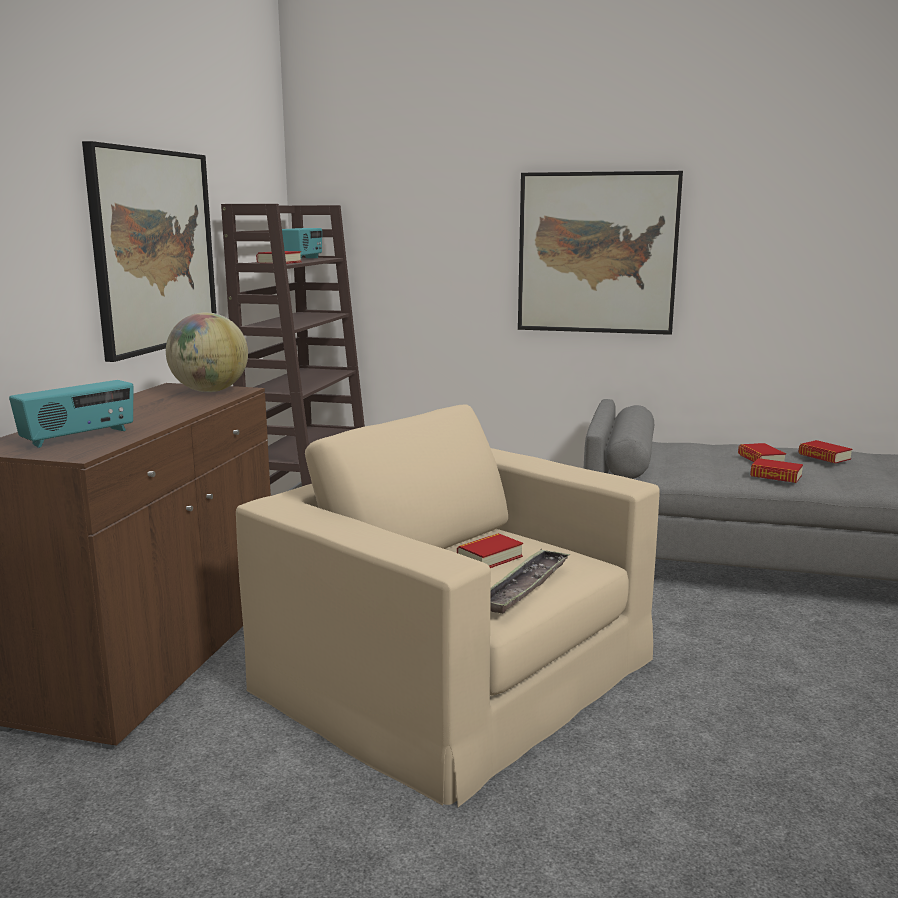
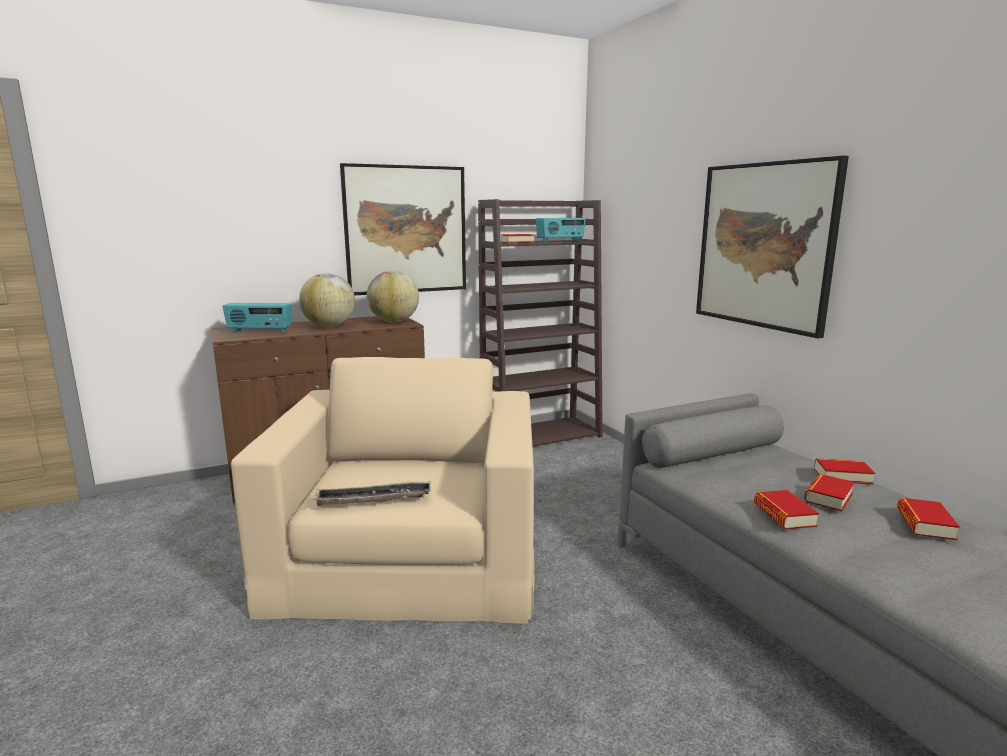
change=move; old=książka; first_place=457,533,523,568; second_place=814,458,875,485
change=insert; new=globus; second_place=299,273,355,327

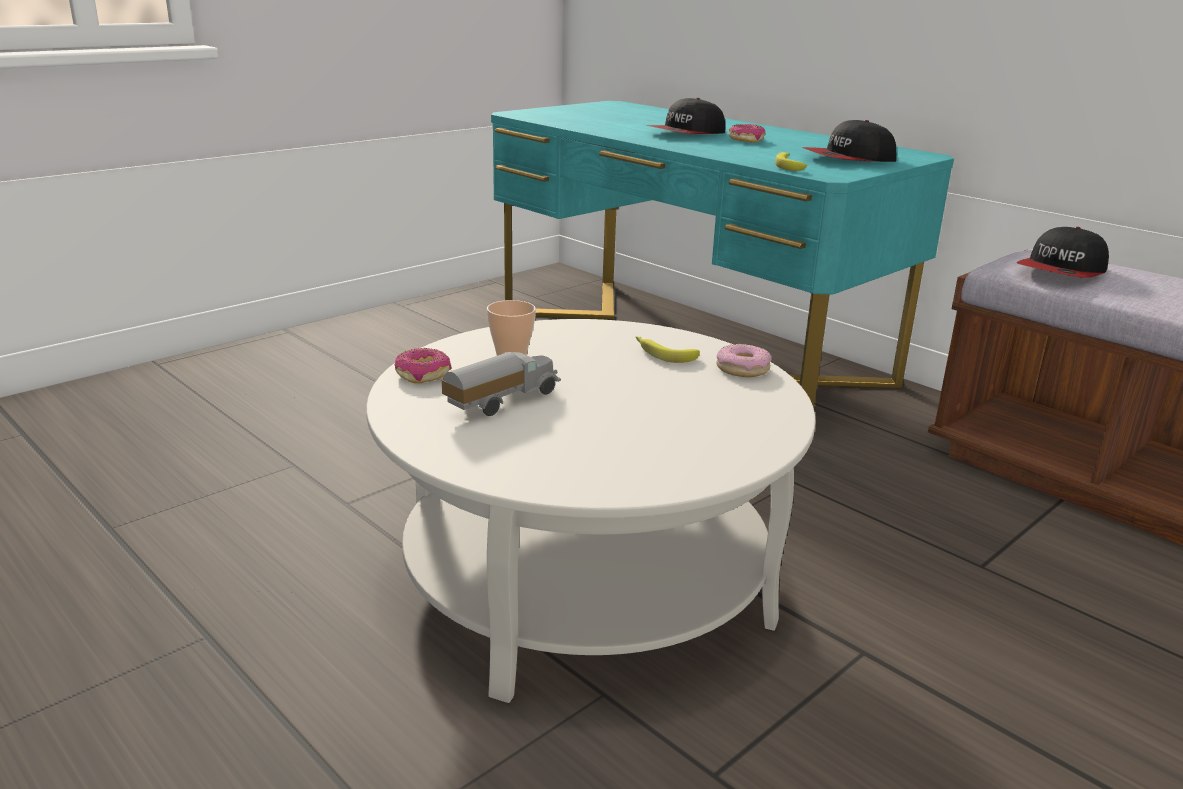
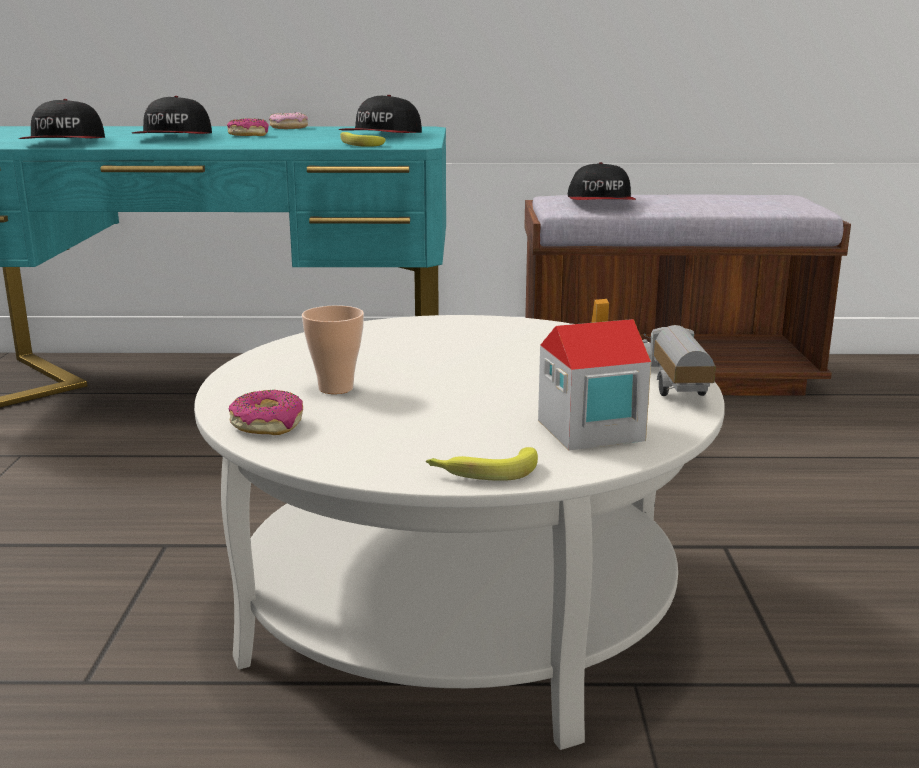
change=move; old=ciężarówka zabawkowa; first_place=442,352,561,416; second_place=643,325,716,396
change=move; old=banan; first_place=636,337,700,363; second_place=426,447,538,481
change=move; old=donut; first_place=716,344,771,377; second_place=269,112,308,129
change=insert; new=czapka z daszkiem; second_place=19,99,105,139
change=insert; new=domek; second_place=538,299,651,450

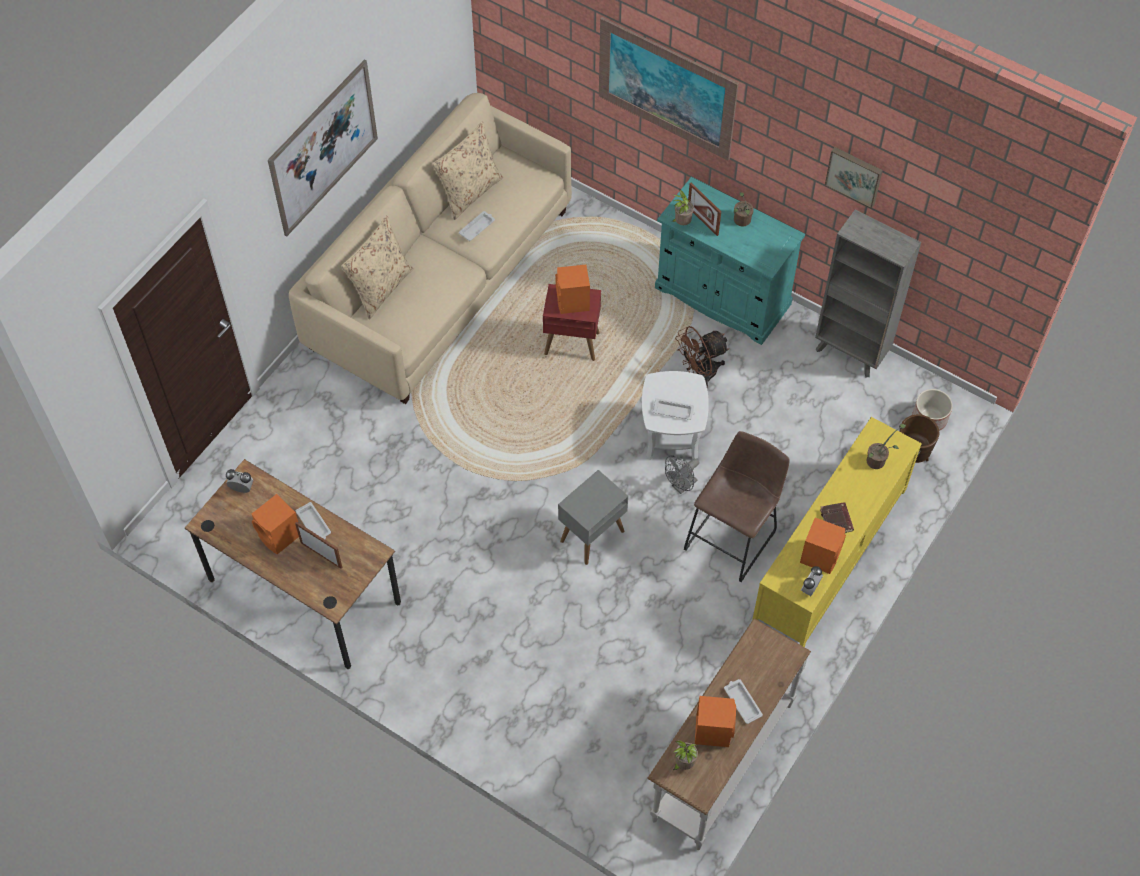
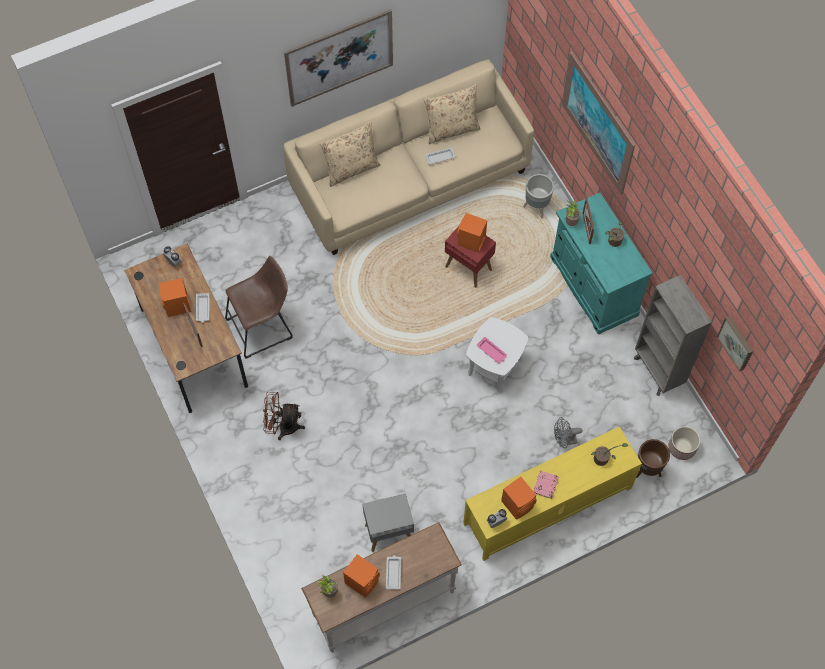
change=move; old=stolik (szary); first_place=558,470,628,565; second_place=363,493,414,552
change=recolor; old=taca (biały); new=taca (różowy); first_place=653,398,695,420; second_place=477,337,507,363
change=move; old=wentylator (szary); first_place=665,455,700,494; second_place=554,417,583,448
change=move; old=wentylator (brązowy); first_place=675,326,729,388; second_place=263,392,305,440
change=move; old=stołek (brązowy); first_place=684,431,790,582; second_place=225,256,293,359
change=recolor; old=książka (brązowy); new=książka (różowy); first_place=820,502,854,533; second_place=533,471,559,499
change=move; old=obraz; first_place=825,147,883,209; second_place=717,316,753,372
change=insert; new=donica (szary); second_place=523,174,554,218

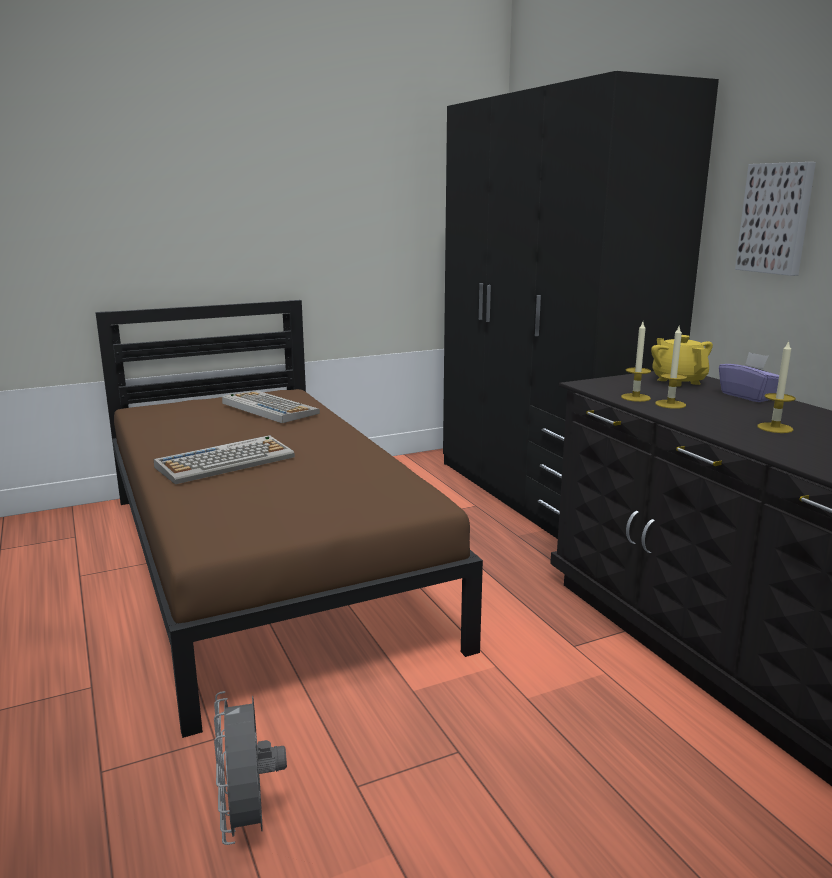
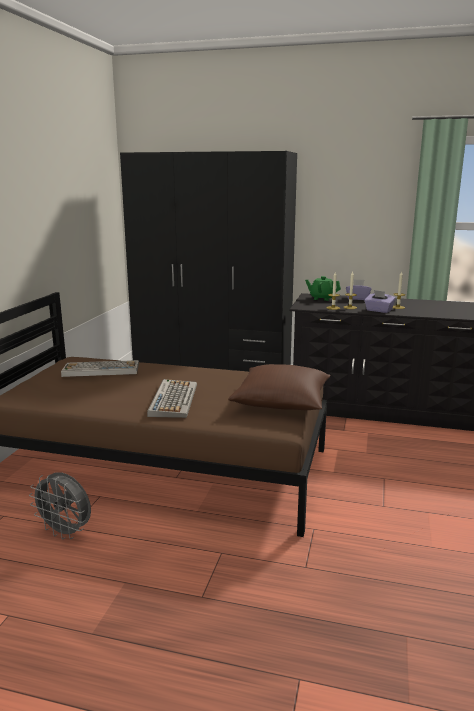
change=move; old=wentylator (szary); first_place=214,691,287,845; second_place=29,472,91,539
change=recolor; old=imbryk (żółty); new=imbryk (zielony); first_place=651,335,713,387; second_place=305,276,341,301
change=delete; old=obraz; first_place=735,162,816,276
change=insert; new=poduszka (brązowy); second_place=228,364,330,410
change=insert; new=pudełko chusteczek (fioletowy); second_place=364,290,396,313

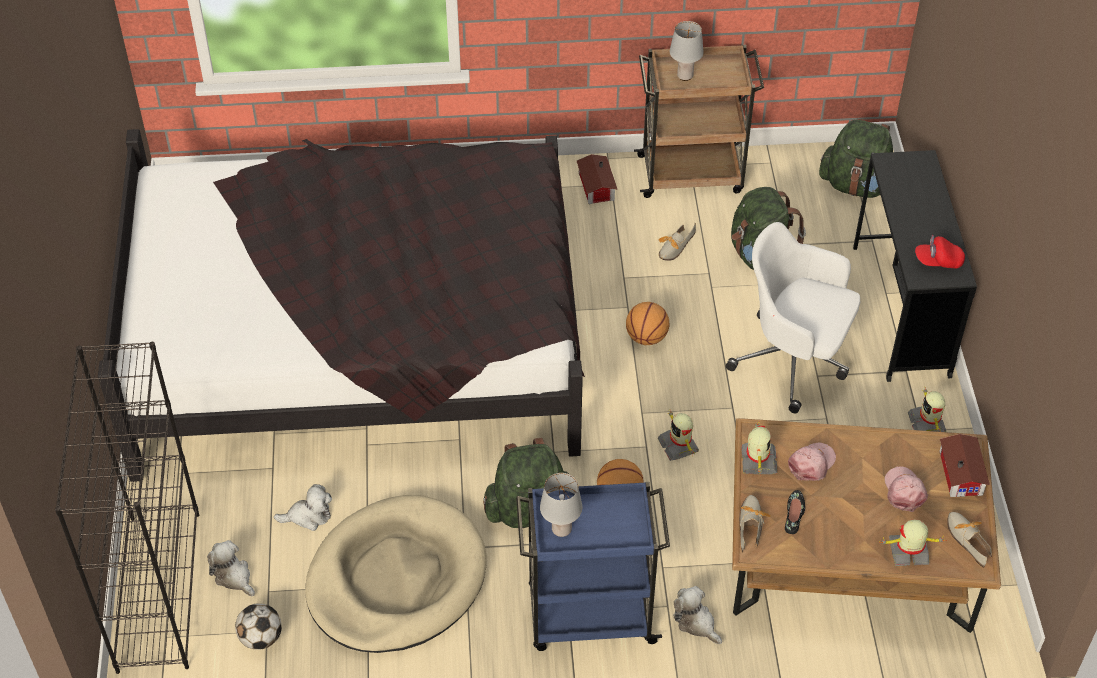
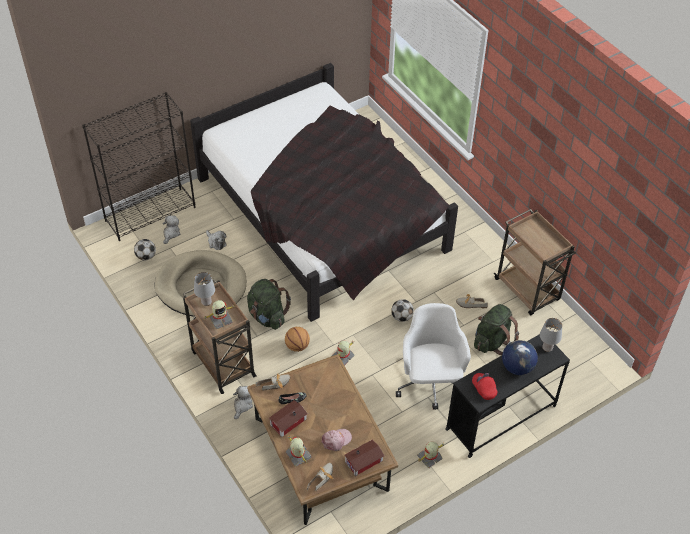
change=recolor; old=wózek (niebieski); new=wózek (brązowy); first_place=516,482,670,651; second_place=183,279,257,394
change=move; old=domek; first_place=577,154,617,204; second_place=268,400,308,437
change=replace; old=piłka do koszykówki; new=piłka futbolowa; first_place=626,302,670,345; second_place=391,299,414,322
change=move; old=lampa stołowa (szary); first_place=670,21,704,81; second_place=540,318,562,352
change=move; old=robot zabawkowy; first_place=741,421,777,476; second_place=204,300,236,329
change=delete; old=czapka z daszkiem (różowy); first_place=788,443,836,481
change=delete; old=plecak (zielony); first_place=819,119,893,198
change=insert; new=globus; second_place=502,340,538,375

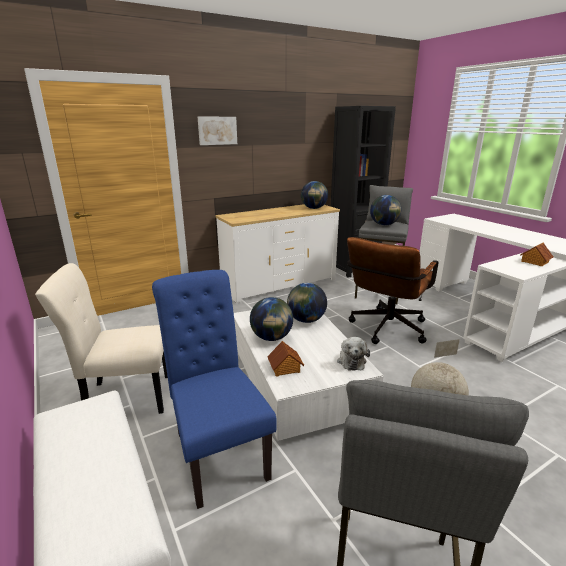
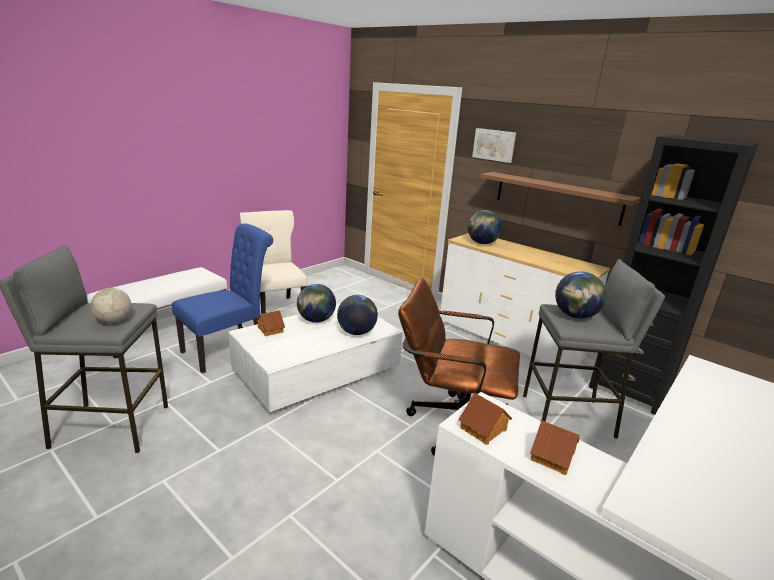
change=move; old=globus; first_place=301,181,328,209; second_place=468,210,502,244
change=delete; old=pluszak; first_place=337,337,370,371
change=insert; new=domek; second_place=458,393,512,445
change=insert; new=półka; second_place=480,172,640,226

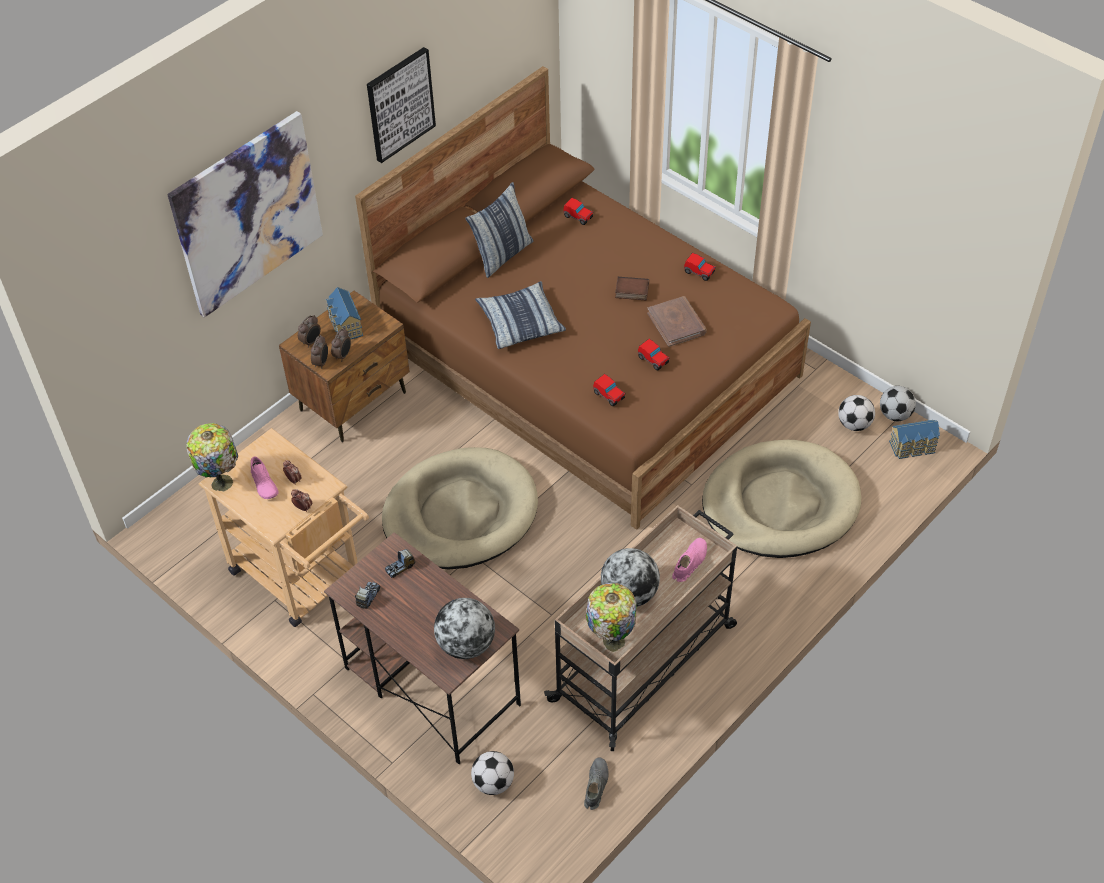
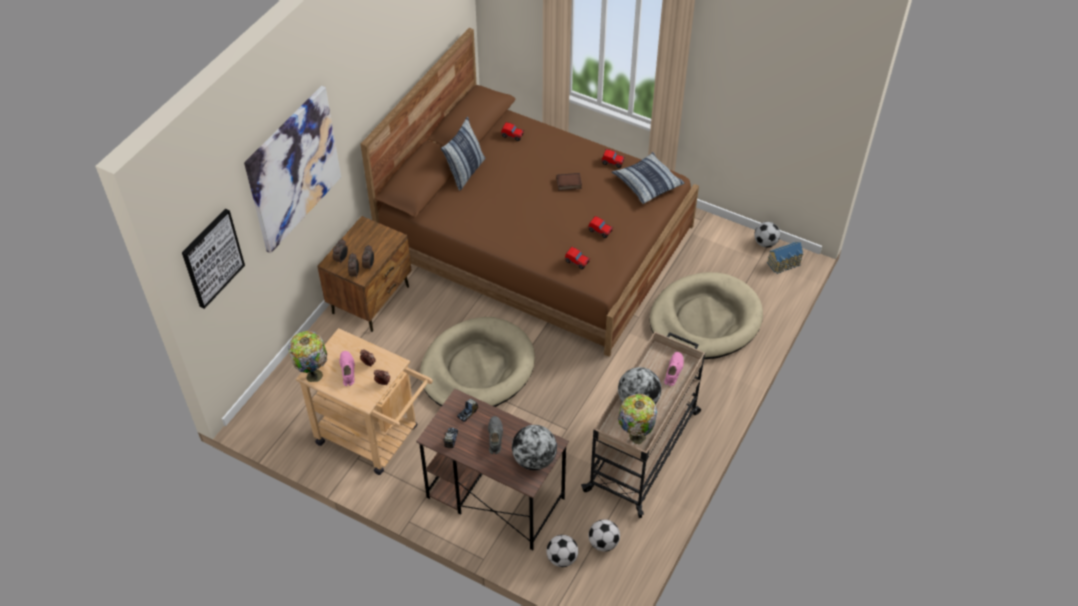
change=rotate; old=but (różowy); first_place=251,456,279,499; second_place=340,351,355,386; degrees=-150
change=delete; old=domek; first_place=325,287,363,340
change=move; old=obraz; first_place=367,47,436,163; second_place=182,209,245,309
change=move; old=poduszka; first_place=475,281,566,349; second_place=612,152,685,204
change=move; old=but (szary); first_place=584,758,609,810; second_place=488,416,503,454
change=delete; old=książka (brązowy); first_place=647,296,707,347
change=move; old=piłka futbolowa; first_place=838,395,875,431; second_place=589,519,620,552

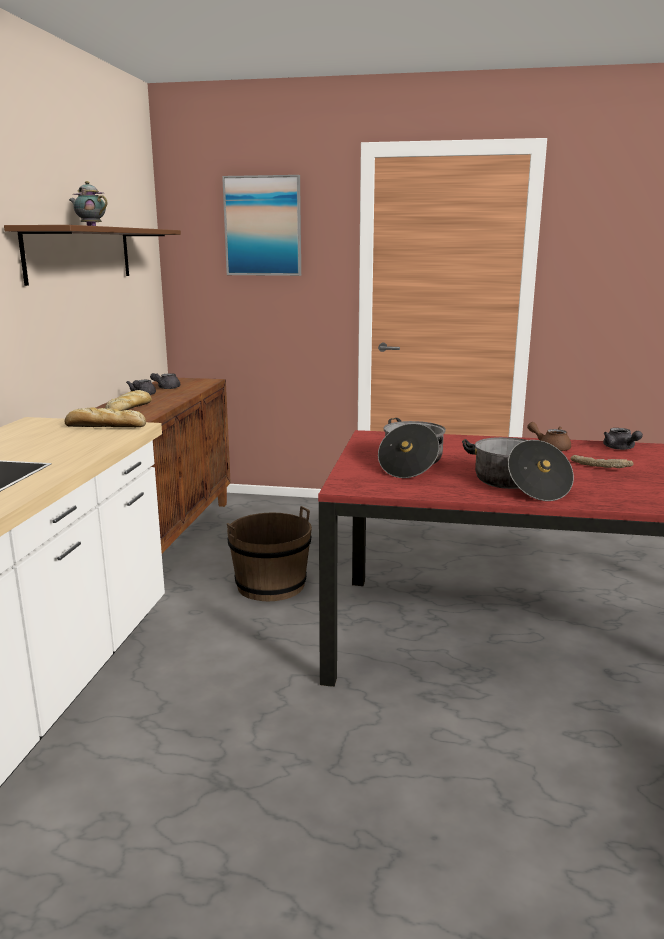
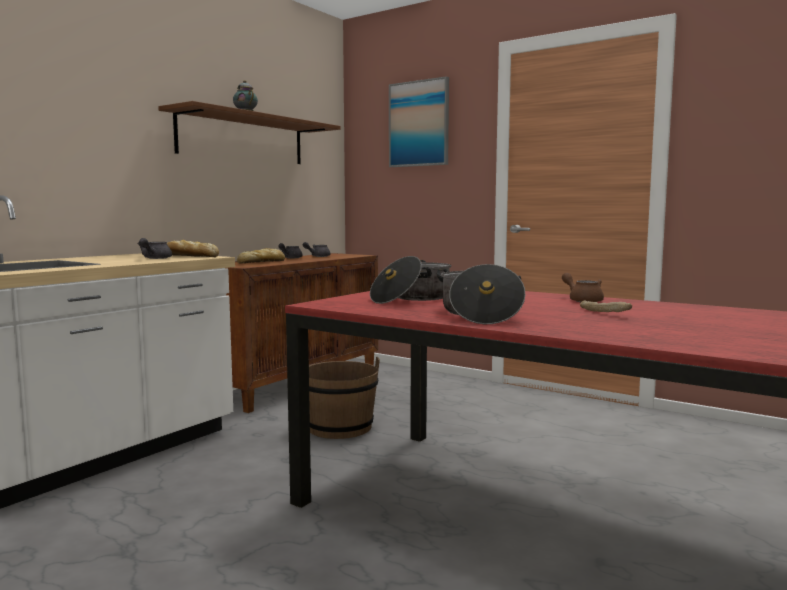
change=move; old=imbryk (szary); first_place=603,428,643,450; second_place=137,238,172,259

